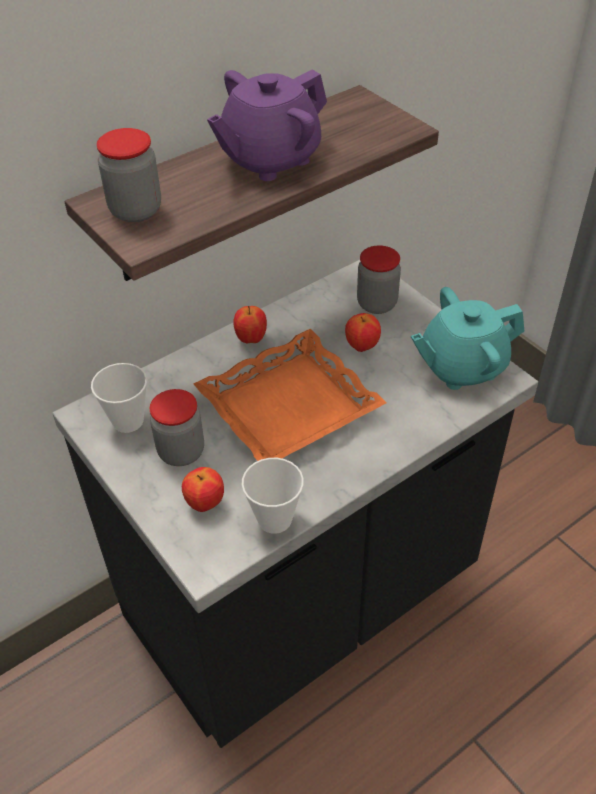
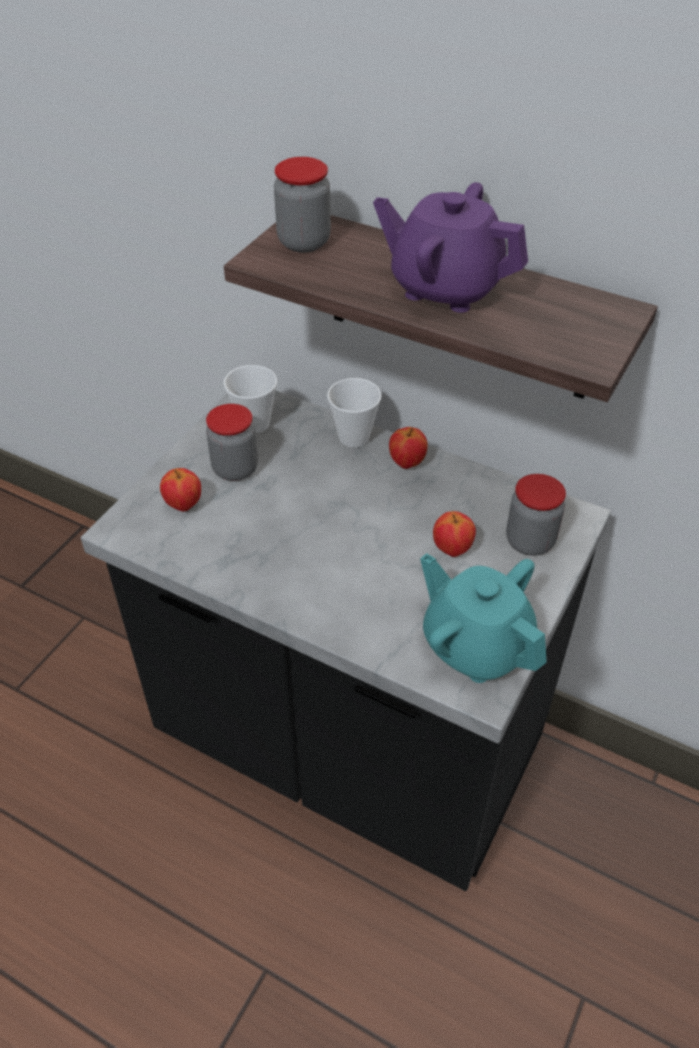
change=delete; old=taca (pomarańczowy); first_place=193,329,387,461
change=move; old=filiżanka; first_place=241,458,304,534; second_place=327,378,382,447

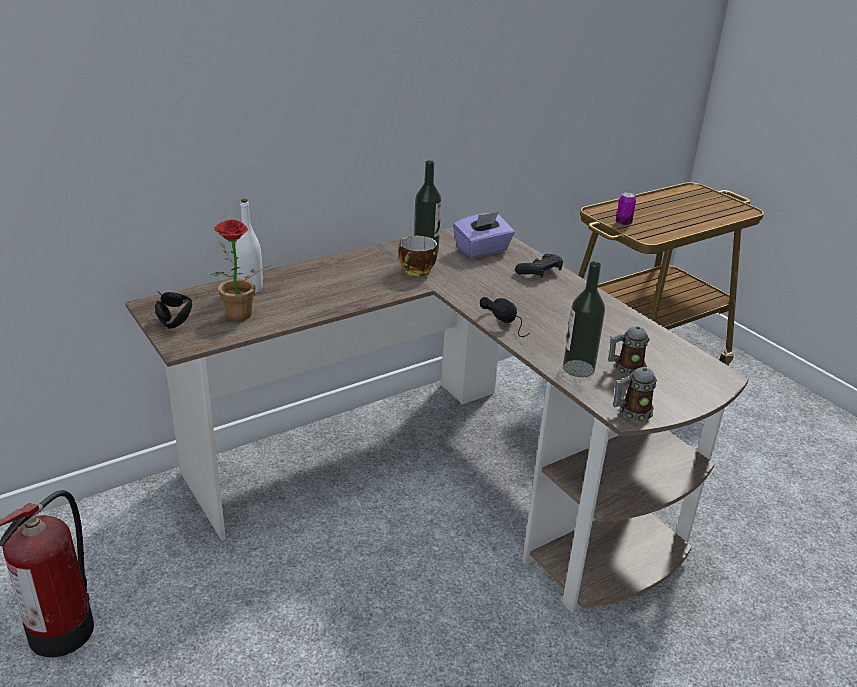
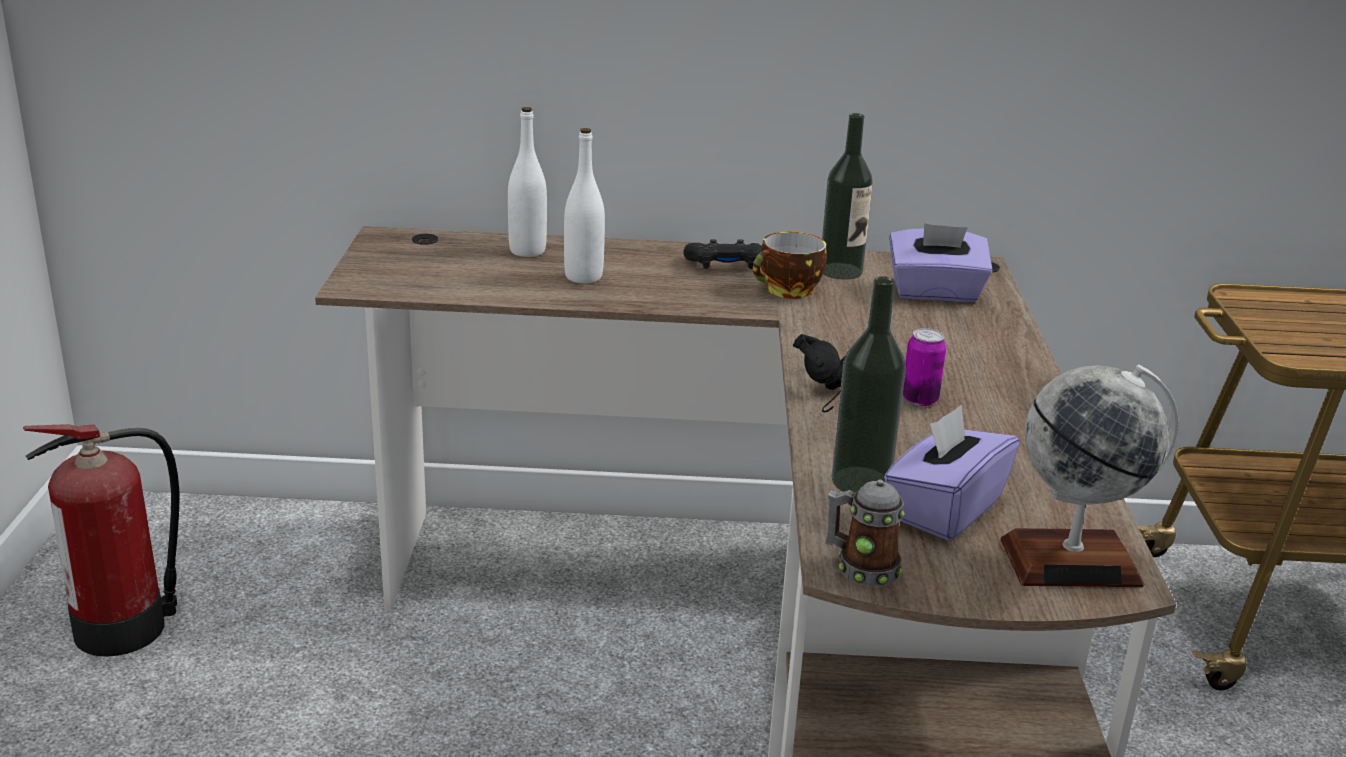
change=delete; old=słuchawki (czarny); first_place=155,291,192,329
change=delete; old=roślina doniczkowa; first_place=210,220,271,321
change=move; old=pad do gier (czarny); first_place=515,254,563,278; second_place=683,239,762,269
change=replace; old=kubek; new=pudełko chusteczek (fioletowy); first_place=608,326,650,376; second_place=884,405,1020,541
change=move; old=puszka; first_place=616,192,636,226; second_place=903,328,947,406
change=insert; new=butelka (biały); second_place=564,128,605,283
change=insert; new=globus; second_place=1001,365,1179,587

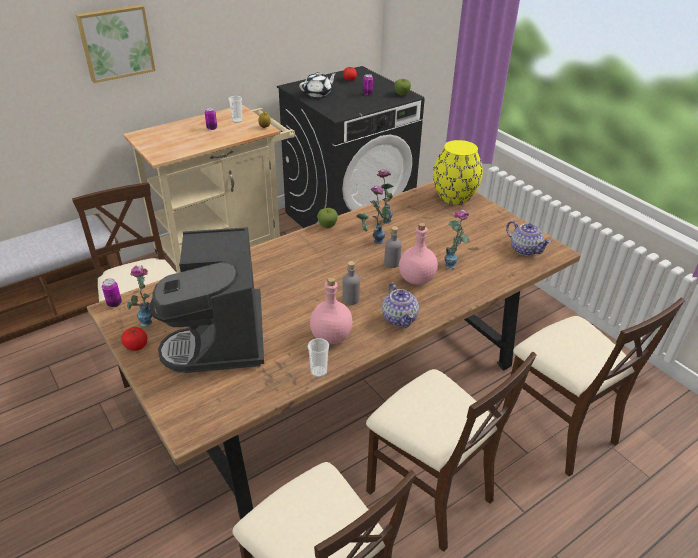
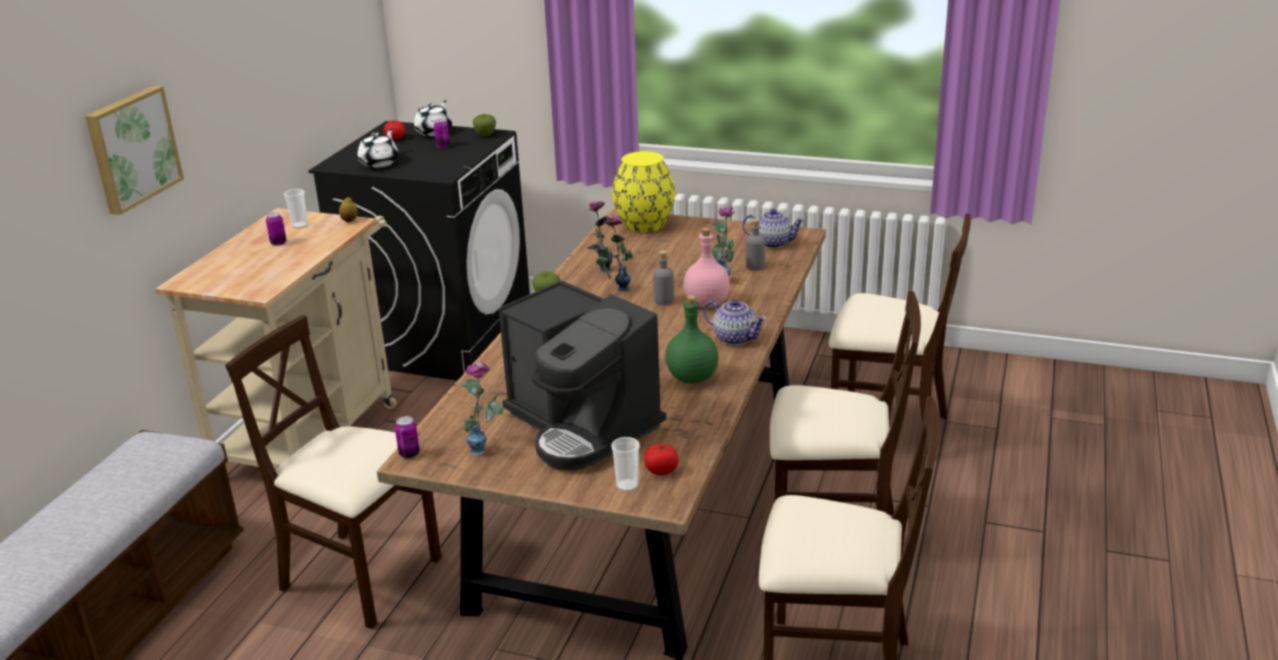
change=move; old=pomidor; first_place=121,327,147,351; second_place=644,444,679,475
change=move; old=filiżanka; first_place=308,338,329,378; second_place=611,437,640,492
change=recolor; old=butelka (różowy); new=butelka (zielony); first_place=310,277,352,344; second_place=665,295,718,384
change=move; old=butelka (szary); first_place=342,261,360,305; second_place=746,218,765,271
change=insert; new=imbryk (biały); second_place=414,100,452,136

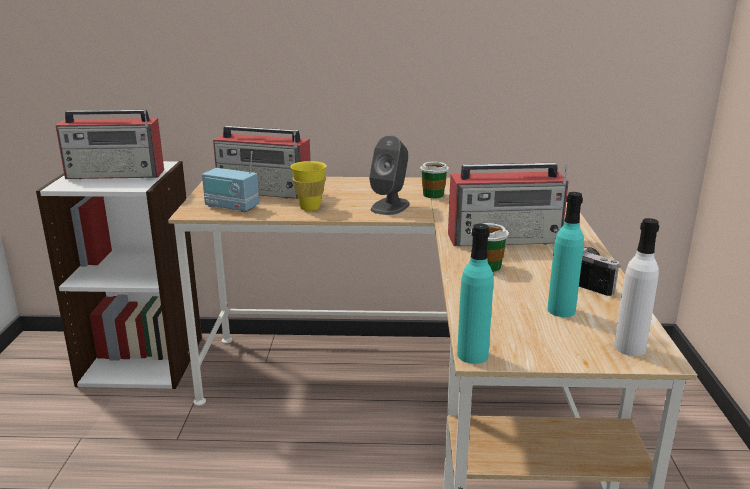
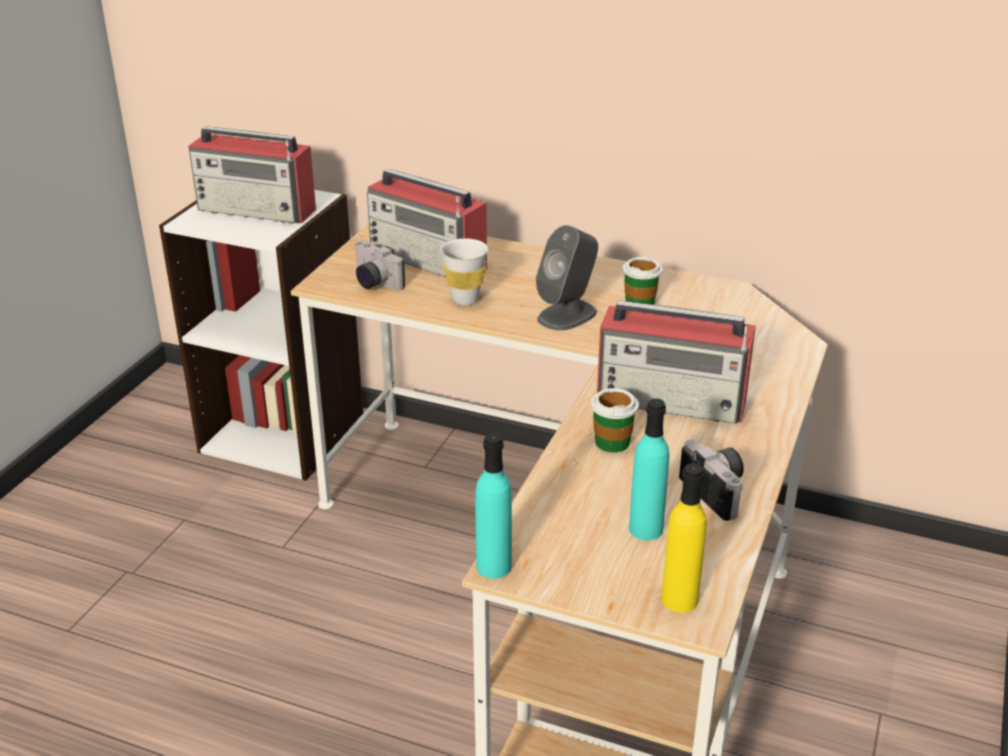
change=replace; old=radio; new=aparat fotograficzny; first_place=202,151,259,212; second_place=355,240,405,291
change=recolor; old=filiżanka (żółty); new=filiżanka (biały); first_place=290,161,327,211; second_place=441,238,488,306
change=recolor; old=butelka (biały); new=butelka (żółty); first_place=614,218,659,356; second_place=661,463,707,613

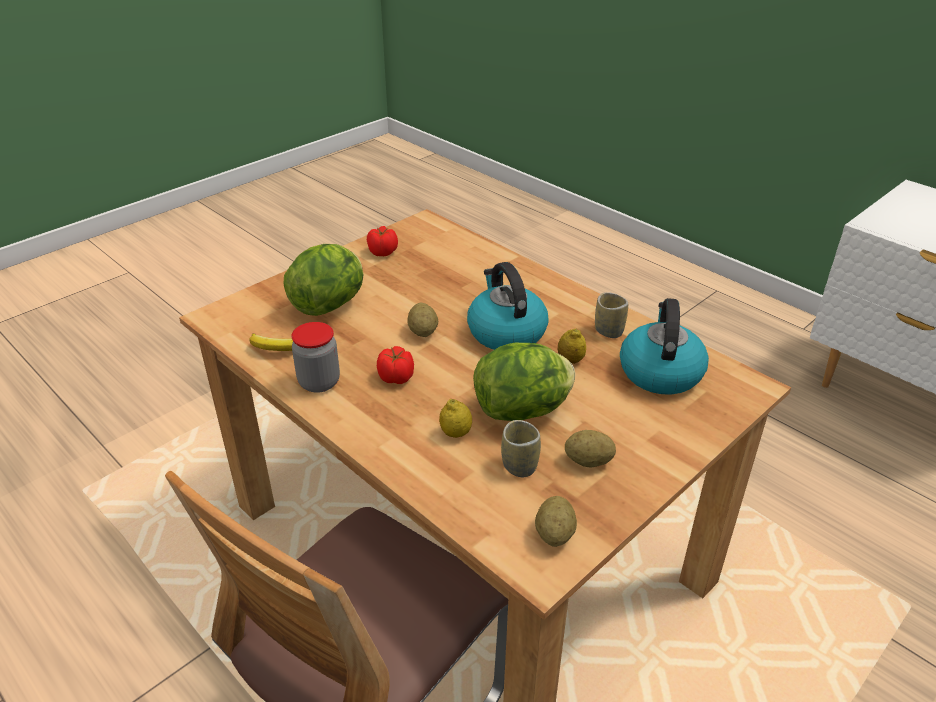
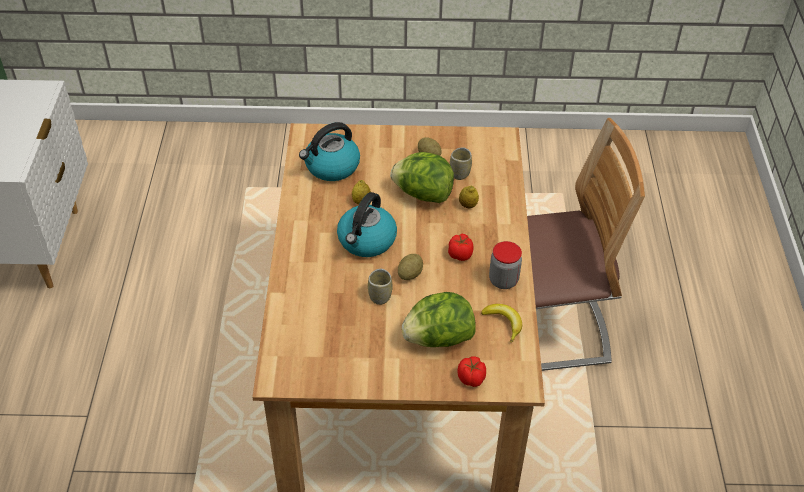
change=move; old=pomidor; first_place=367,226,398,256; second_place=457,356,486,387
change=delete; old=ziemniak; first_place=535,496,577,547
change=move; old=filiżanka; first_place=595,292,628,338; second_place=368,269,393,305

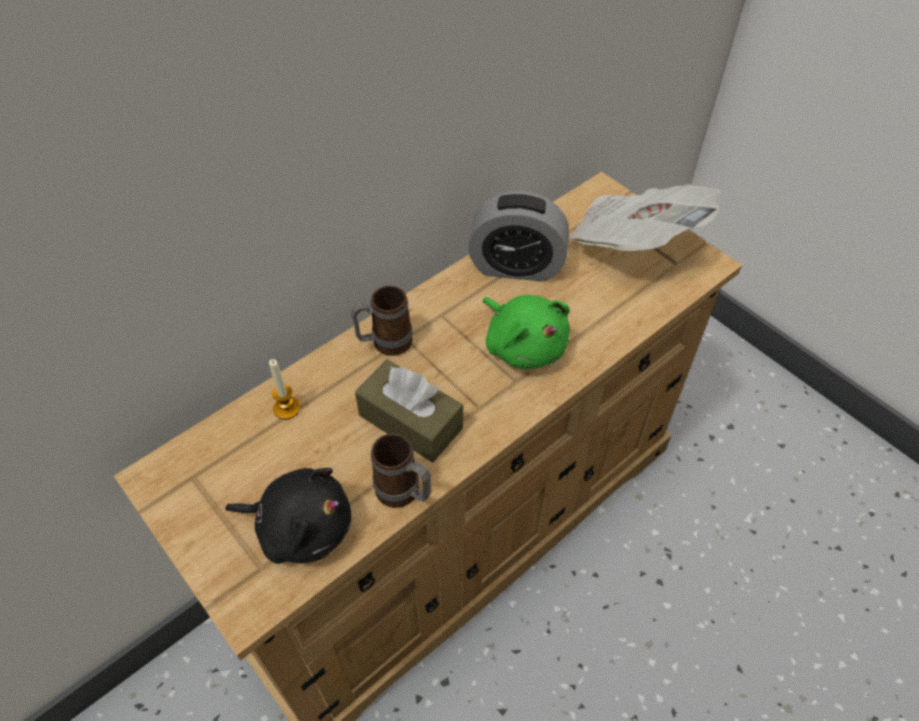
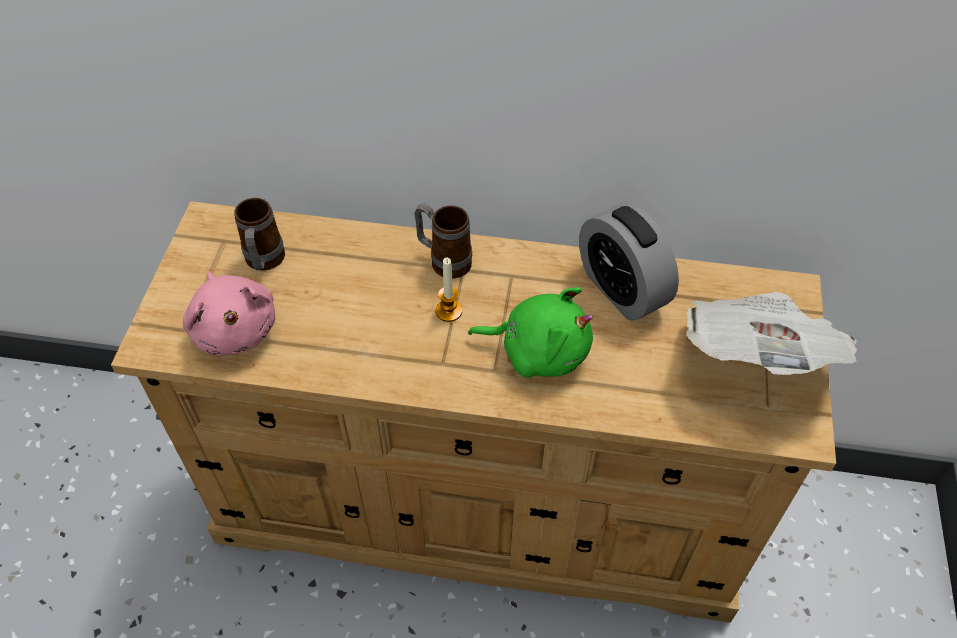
change=recolor; old=pluszak (czarny); new=pluszak (różowy); first_place=225,468,351,564; second_place=183,271,275,356
change=move; old=świeca; first_place=269,359,300,419; second_place=436,258,462,322
change=delete; old=pudełko chusteczek (brązowy); first_place=355,359,463,462
change=move; old=kubek; first_place=371,433,431,508; second_place=234,198,285,271
change=rotate; old=pluszak (zielony); first_place=483,295,570,370; second_place=468,287,593,378; degrees=-90

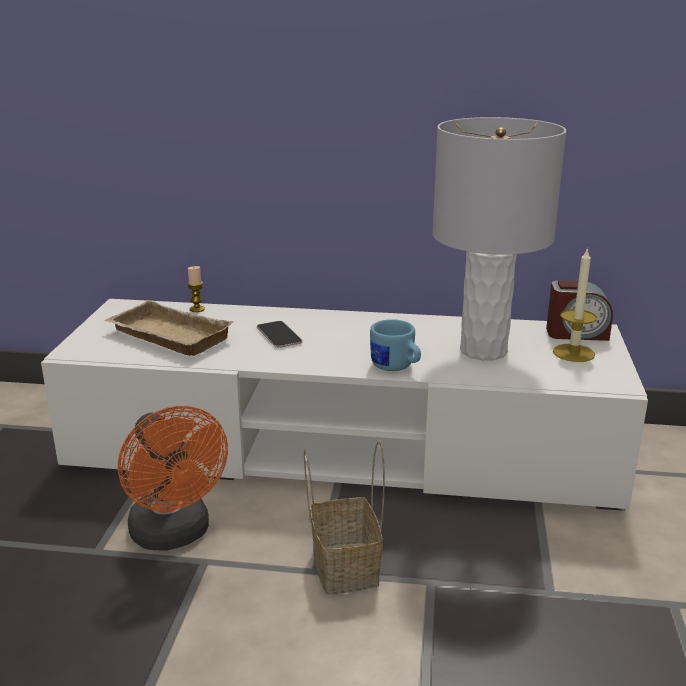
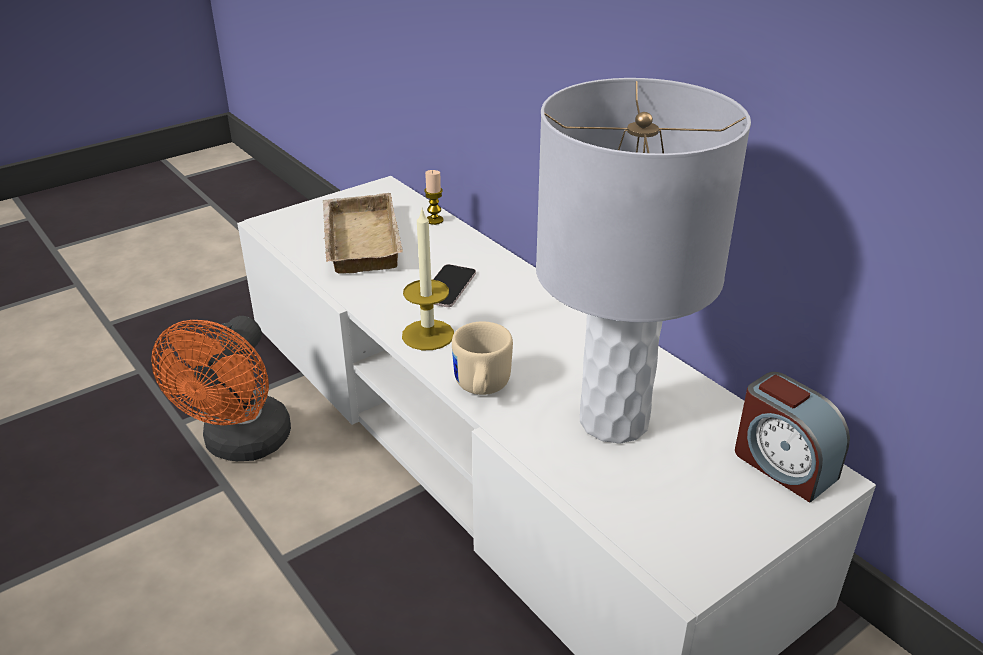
change=delete; old=koszyk; first_place=304,441,385,594
change=recolor; old=kubek (niebieski); new=kubek (beżowy); first_place=370,319,421,371; second_place=452,321,513,395
change=move; old=świeca; first_place=553,247,597,362; second_place=402,207,454,350

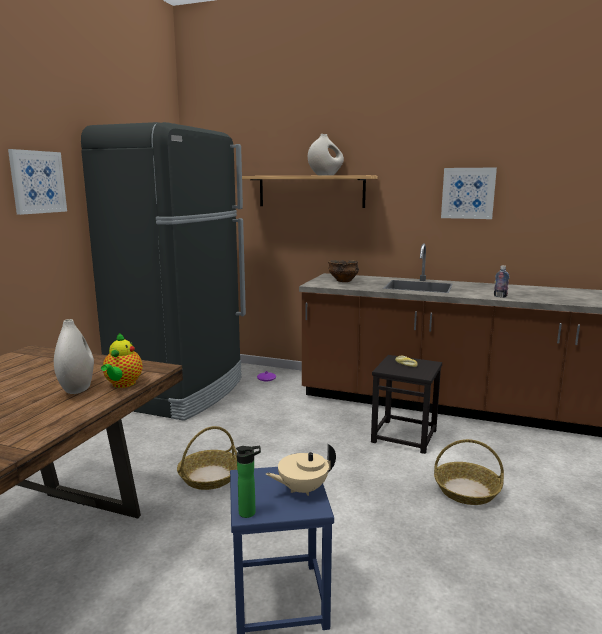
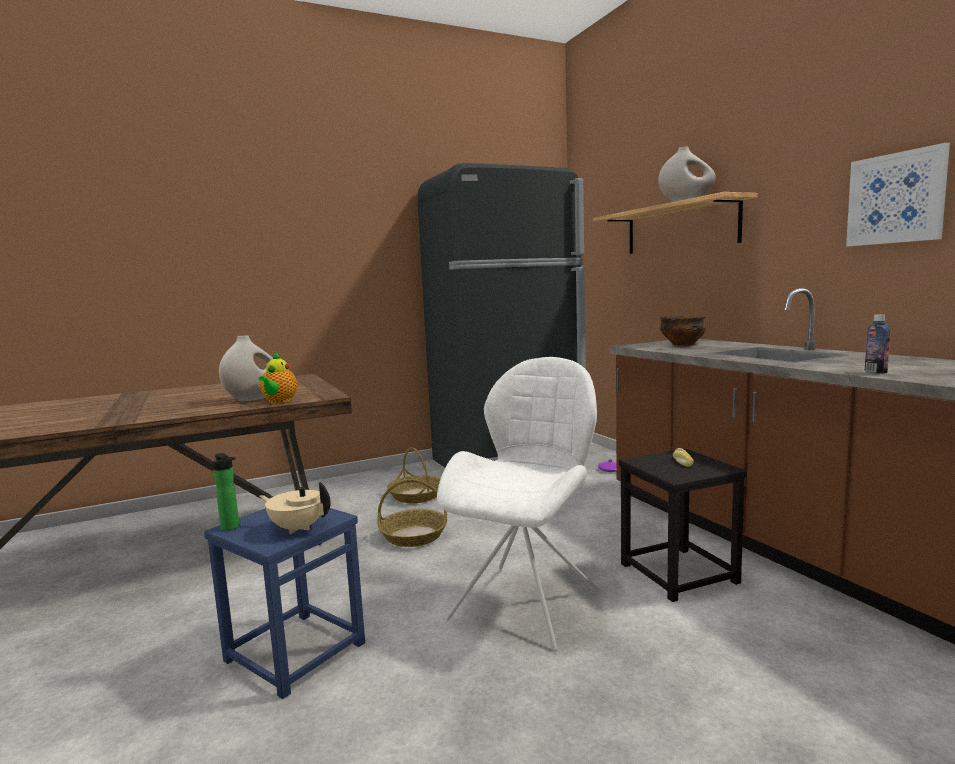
change=delete; old=obraz; first_place=8,149,67,215
change=rotate; old=imbryk; first_place=101,333,142,388; second_place=259,352,297,403; degrees=-45
change=move; old=koszyk; first_place=434,439,504,505; second_place=387,447,441,503
change=insert; new=krzesło (biały); second_place=437,357,598,651

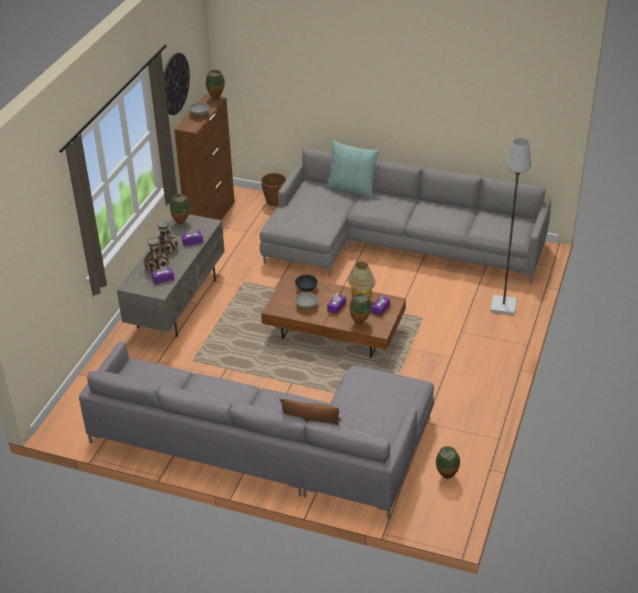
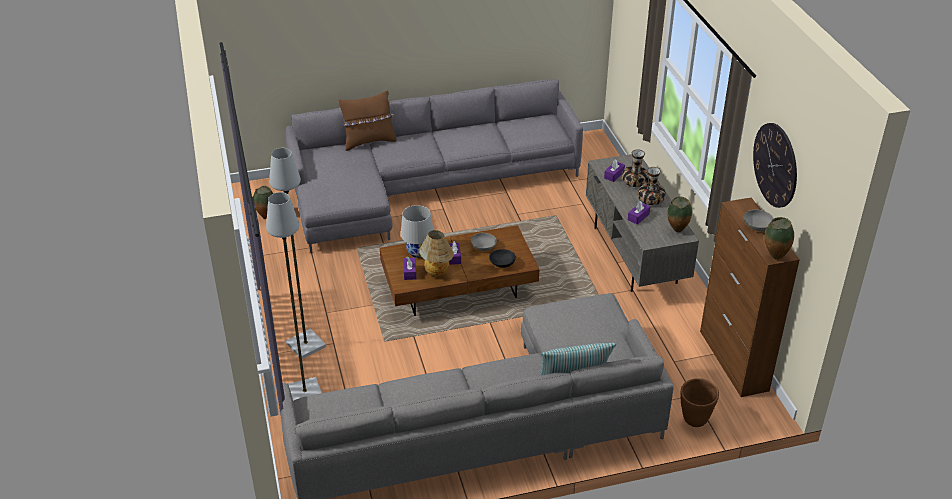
change=replace; old=wazon; new=lampa stołowa (biały); first_place=350,293,371,324; second_place=401,205,433,258
change=insert; new=lampa stojąca (szary); second_place=269,148,326,359

